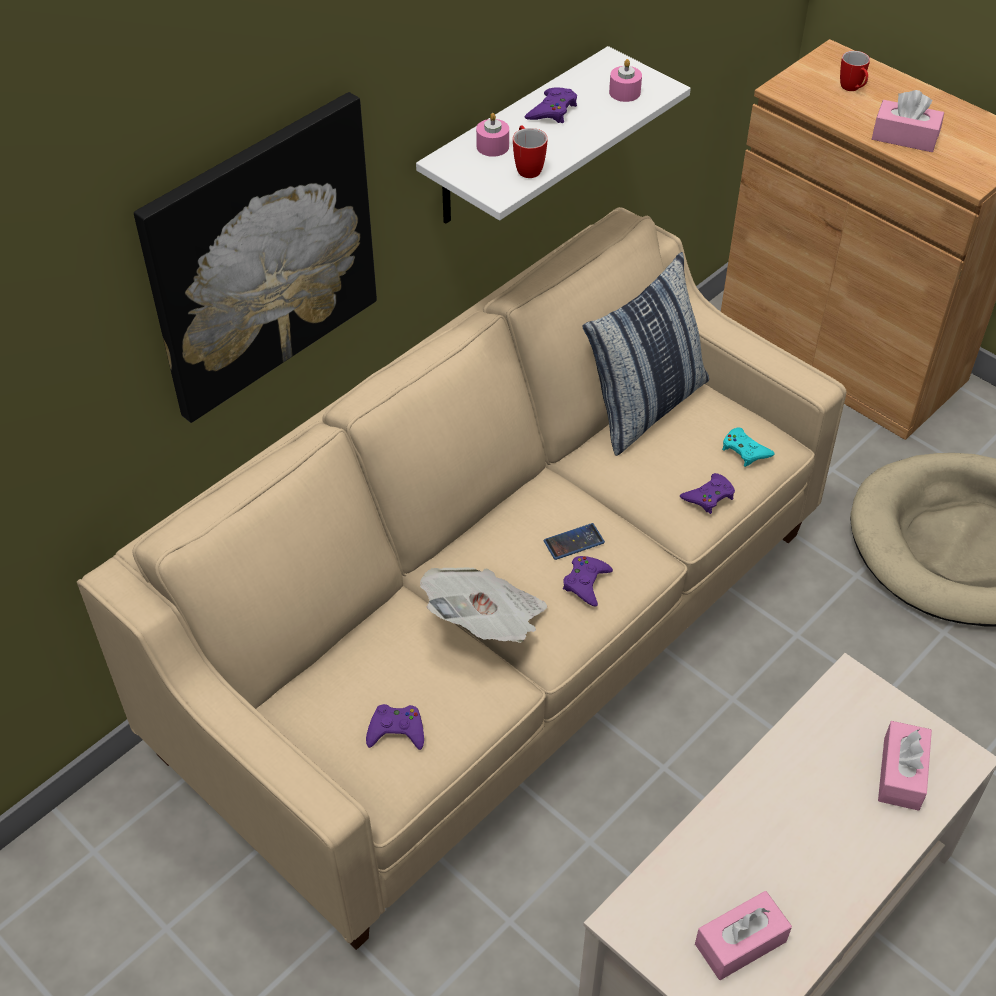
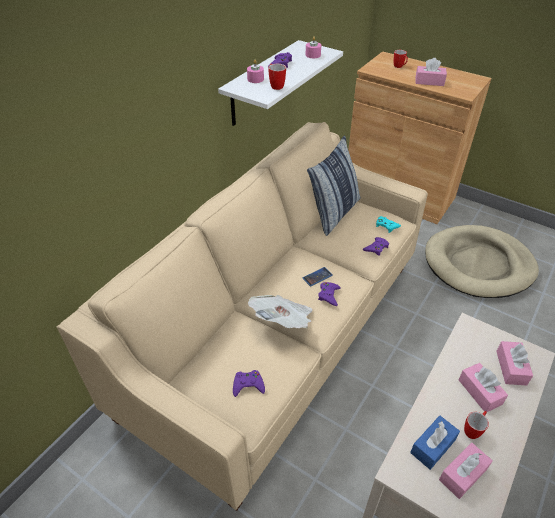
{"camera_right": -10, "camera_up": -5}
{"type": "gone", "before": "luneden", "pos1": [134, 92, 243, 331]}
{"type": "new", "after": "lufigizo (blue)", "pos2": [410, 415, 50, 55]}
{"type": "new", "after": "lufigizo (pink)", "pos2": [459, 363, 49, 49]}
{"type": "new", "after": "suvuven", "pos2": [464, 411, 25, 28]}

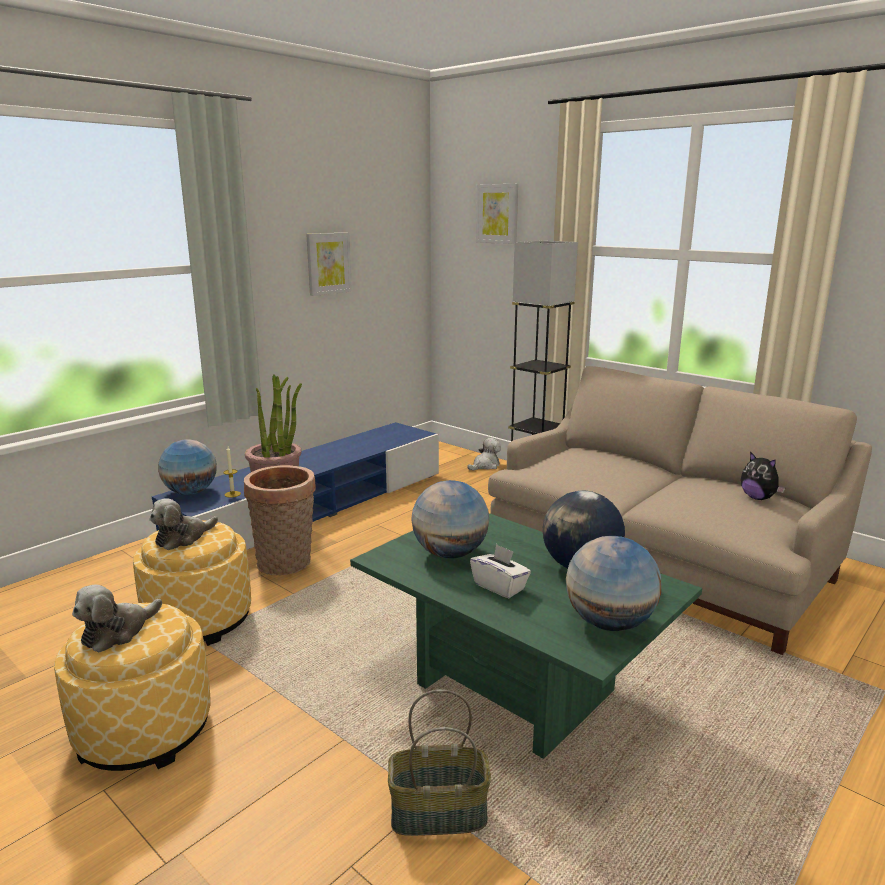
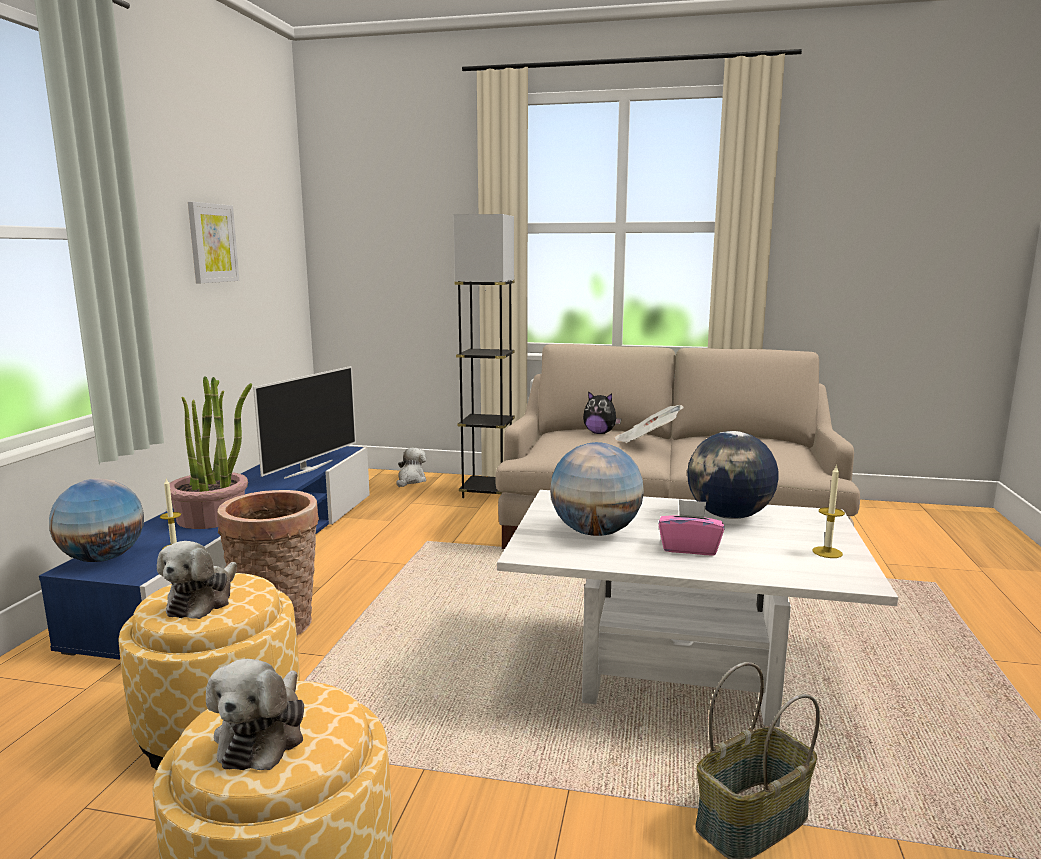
{"camera_right": -30, "camera_up": -5}
{"type": "gone", "before": "luneden", "pos1": [476, 184, 42, 60]}
{"type": "new", "after": "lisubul", "pos2": [253, 366, 103, 113]}
{"type": "new", "after": "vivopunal", "pos2": [615, 405, 69, 38]}
{"type": "shifted", "before": "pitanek", "pos1": [741, 452, 45, 48], "pos2": [583, 391, 39, 43]}
{"type": "swapped", "before": "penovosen", "after": "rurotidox", "pos1": [566, 536, 96, 95], "pos2": [813, 465, 32, 93]}
{"type": "repainted", "before": "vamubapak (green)", "after": "vamubapak (white)", "pos1": [350, 513, 352, 246], "pos2": [497, 490, 401, 237]}
{"type": "repainted", "before": "lufigizo (white)", "after": "lufigizo (pink)", "pos1": [470, 544, 61, 54], "pos2": [658, 499, 66, 56]}

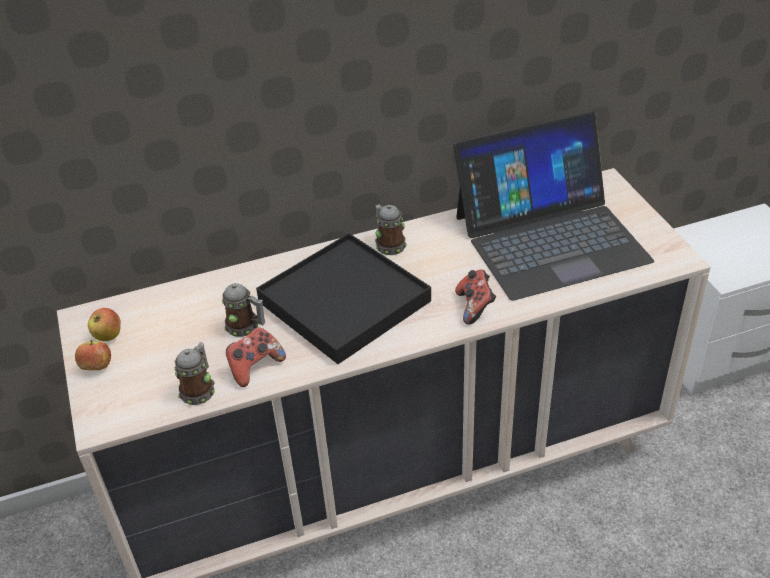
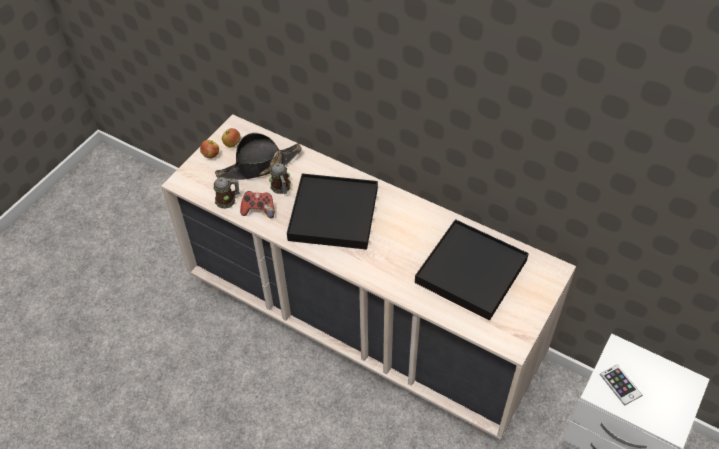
{"camera_right": 50, "camera_up": 10}
{"type": "gone", "before": "suvuven", "pos1": [375, 204, 32, 51]}
{"type": "gone", "before": "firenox", "pos1": [455, 270, 41, 55]}
{"type": "new", "after": "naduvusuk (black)", "pos2": [215, 133, 87, 47]}
{"type": "new", "after": "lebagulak", "pos2": [600, 364, 42, 42]}
{"type": "swapped", "before": "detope", "after": "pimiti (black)", "pos1": [453, 111, 201, 190], "pos2": [415, 219, 114, 101]}

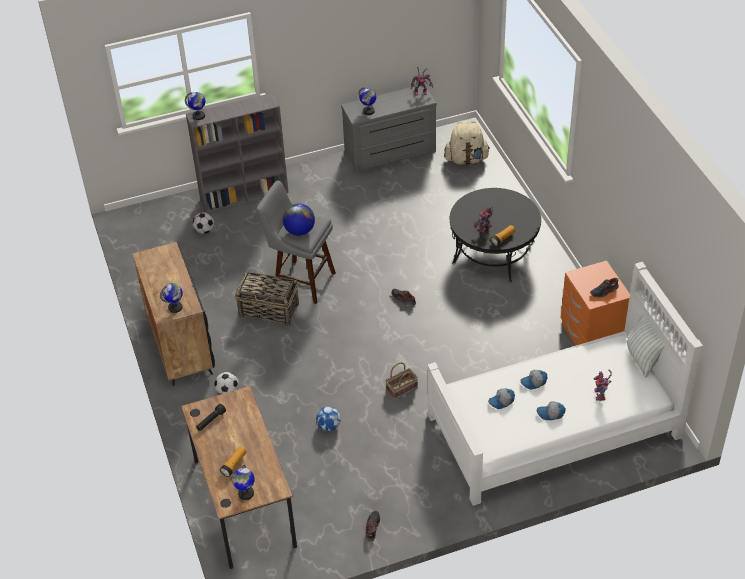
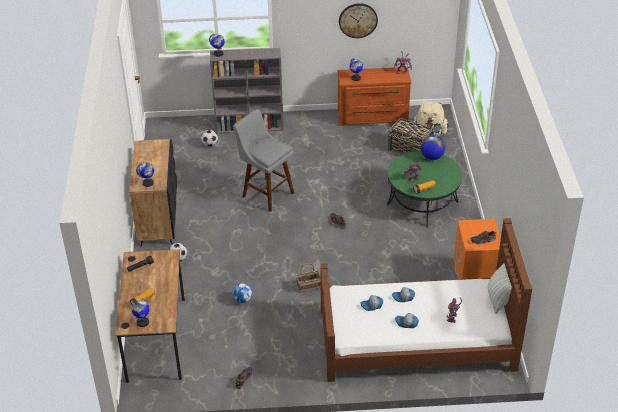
{"camera_right": 15, "camera_up": -5}
{"type": "new", "after": "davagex", "pos2": [339, 3, 39, 35]}
{"type": "shifted", "before": "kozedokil", "pos1": [235, 271, 64, 55], "pos2": [388, 118, 47, 36]}
{"type": "shifted", "before": "penovosen", "pos1": [283, 203, 32, 33], "pos2": [421, 135, 24, 25]}
{"type": "repainted", "before": "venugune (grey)", "after": "venugune (brown)", "pos1": [341, 86, 96, 86], "pos2": [338, 67, 73, 59]}
{"type": "repainted", "before": "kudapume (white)", "after": "kudapume (brown)", "pos1": [427, 262, 276, 244], "pos2": [320, 218, 212, 164]}
{"type": "repainted", "before": "vamubapak (black)", "after": "vamubapak (green)", "pos1": [450, 188, 91, 94], "pos2": [387, 151, 75, 76]}

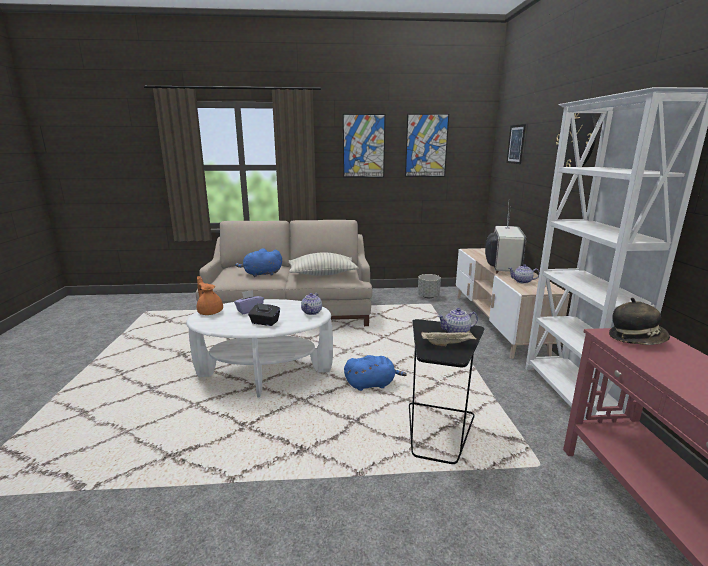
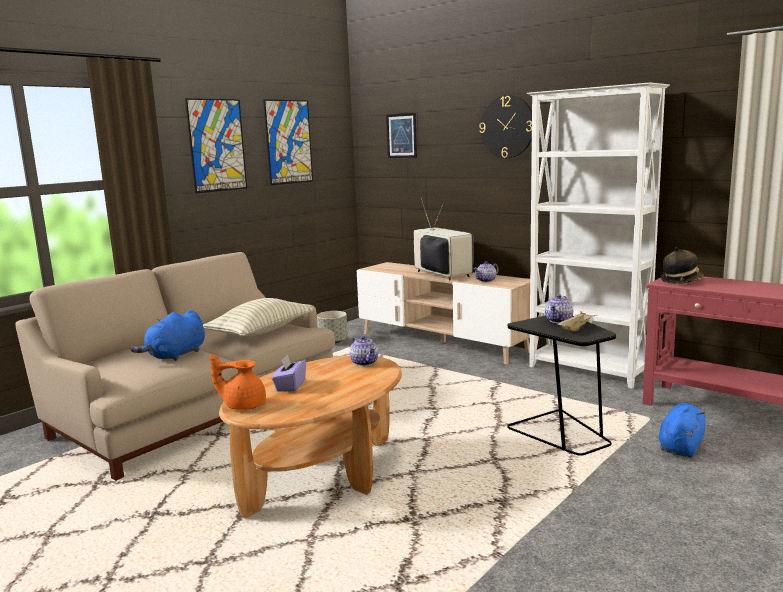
{"camera_right": -45, "camera_up": -5}
{"type": "gone", "before": "lufigizo (black)", "pos1": [248, 303, 32, 23]}
{"type": "shifted", "before": "pitanek (blue)", "pos1": [344, 355, 63, 36], "pos2": [659, 403, 47, 55]}
{"type": "repainted", "before": "vamubapak (white)", "after": "vamubapak (brown)", "pos1": [186, 299, 147, 99], "pos2": [219, 356, 183, 163]}

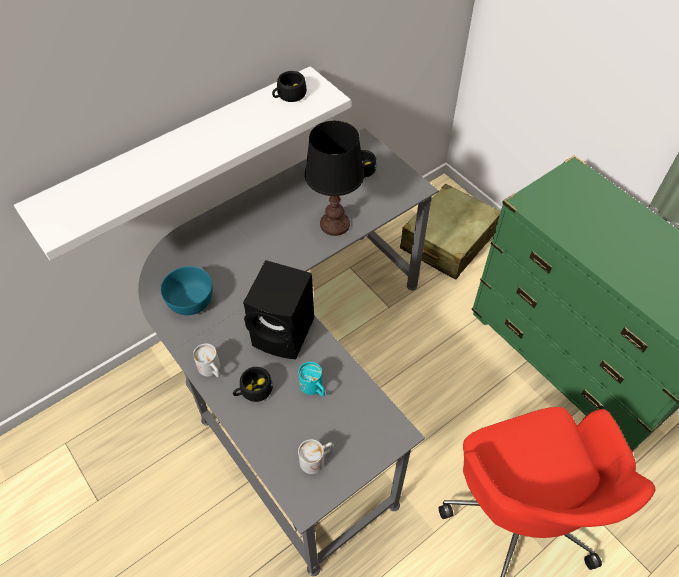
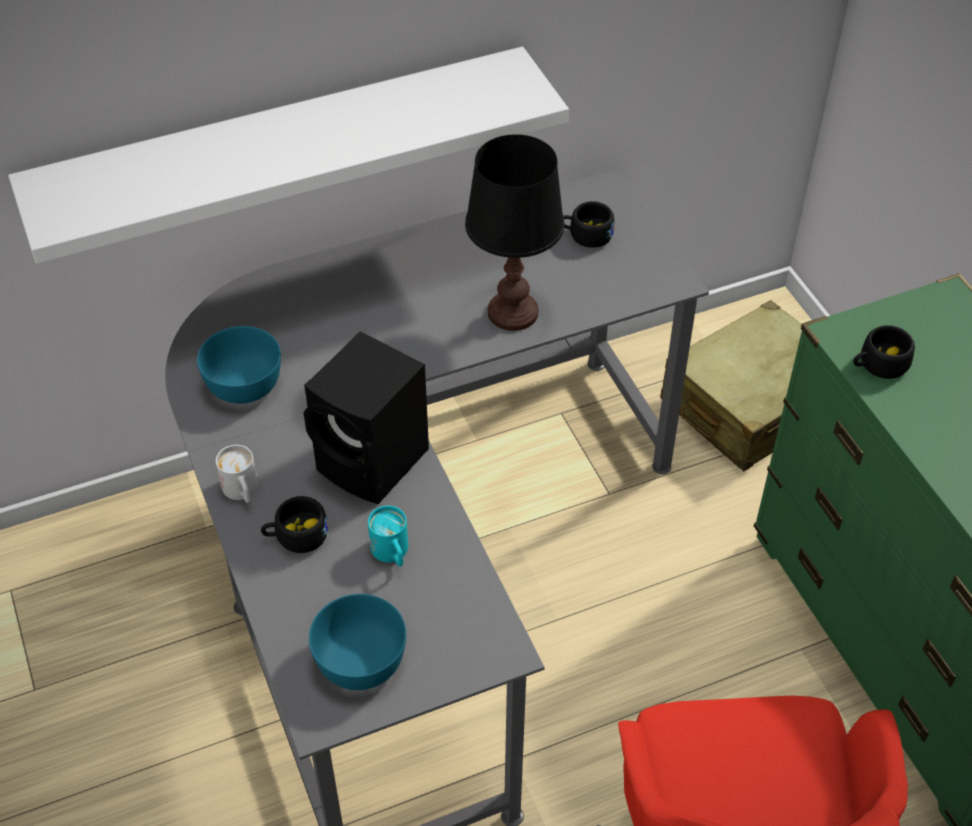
{"camera_right": 15, "camera_up": -5}
{"type": "shifted", "before": "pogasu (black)", "pos1": [272, 71, 35, 31], "pos2": [853, 325, 62, 54]}
{"type": "swapped", "before": "suvuven (white)", "after": "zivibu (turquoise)", "pos1": [298, 439, 35, 35], "pos2": [309, 594, 97, 96]}

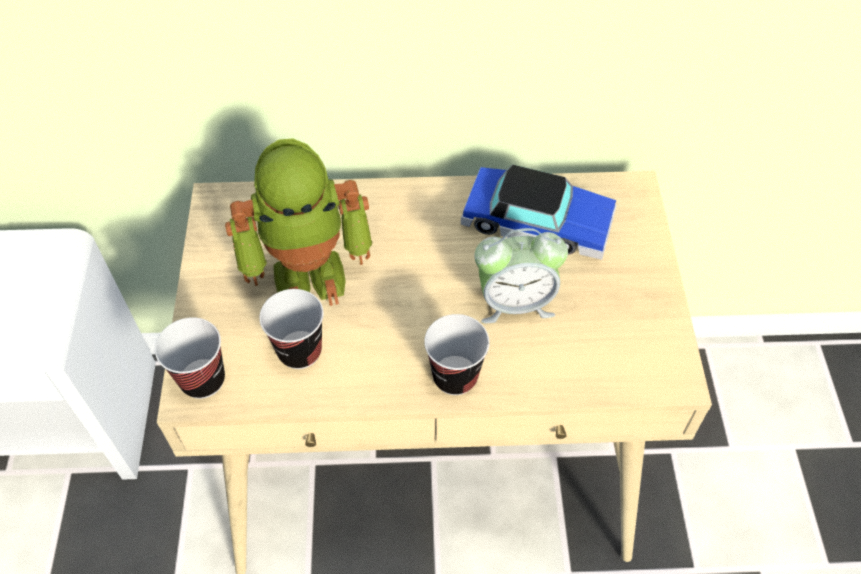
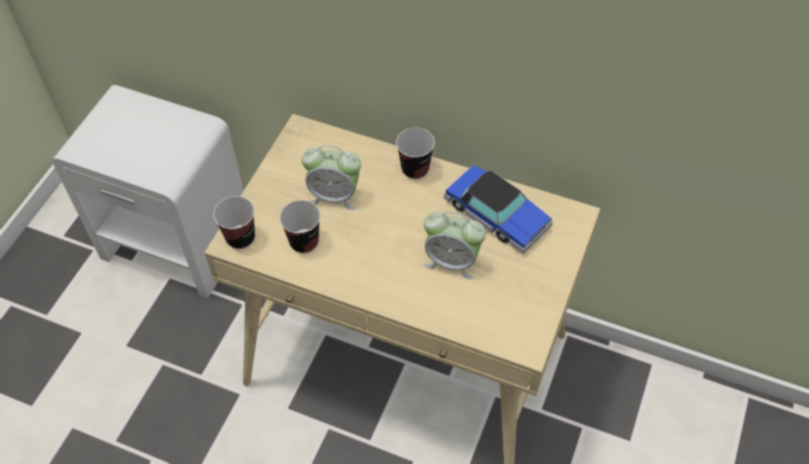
{"camera_right": 25, "camera_up": 0}
{"type": "shifted", "before": "pogasu", "pos1": [424, 314, 66, 81], "pos2": [396, 128, 39, 51]}
{"type": "swapped", "before": "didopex", "after": "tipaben", "pos1": [225, 139, 147, 167], "pos2": [302, 145, 59, 65]}

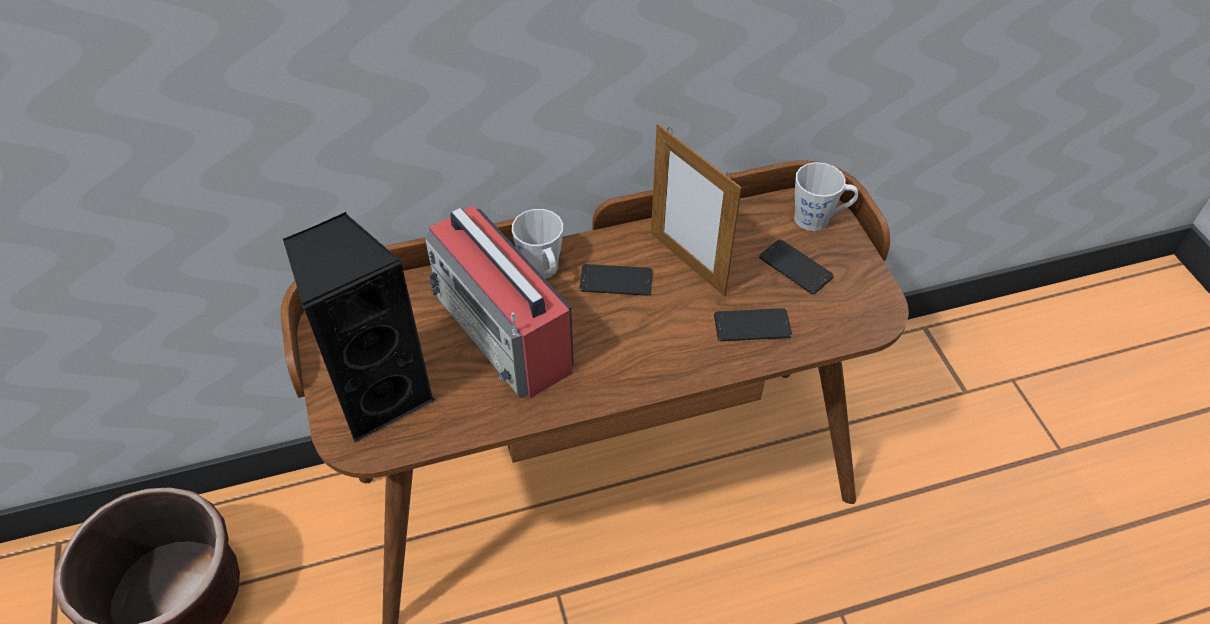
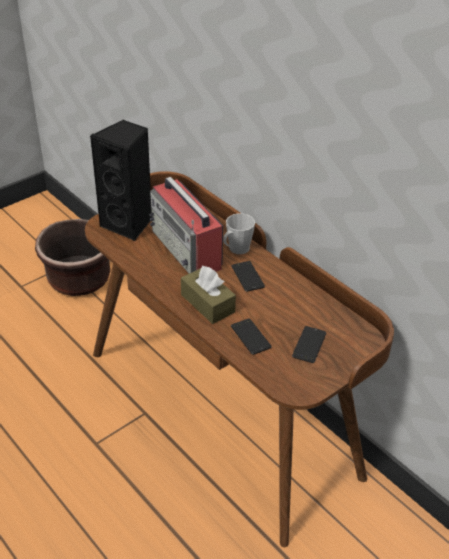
{"camera_right": 65, "camera_up": -10}
{"type": "gone", "before": "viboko", "pos1": [651, 124, 91, 172]}
{"type": "gone", "before": "suvuven (grey)", "pos1": [794, 162, 64, 69]}
{"type": "new", "after": "lufigizo (brown)", "pos2": [181, 266, 55, 58]}
{"type": "rotated", "before": "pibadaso", "pos1": [425, 206, 149, 192], "pos2": [149, 177, 74, 97], "turn": -60}

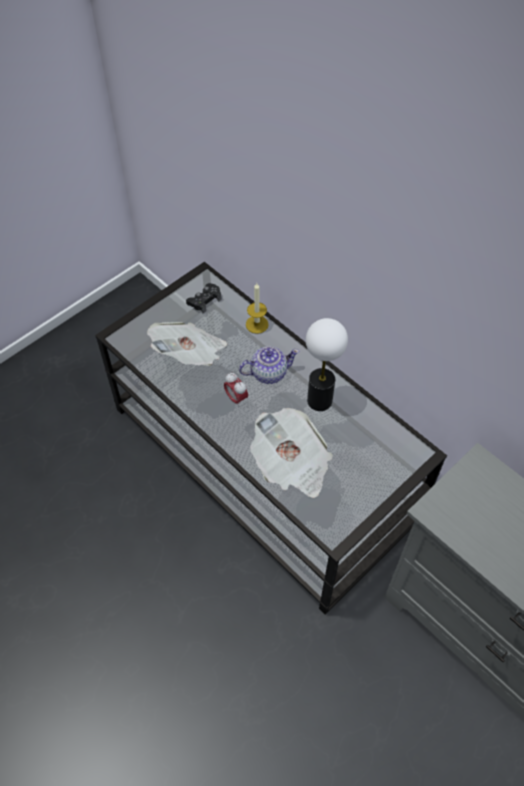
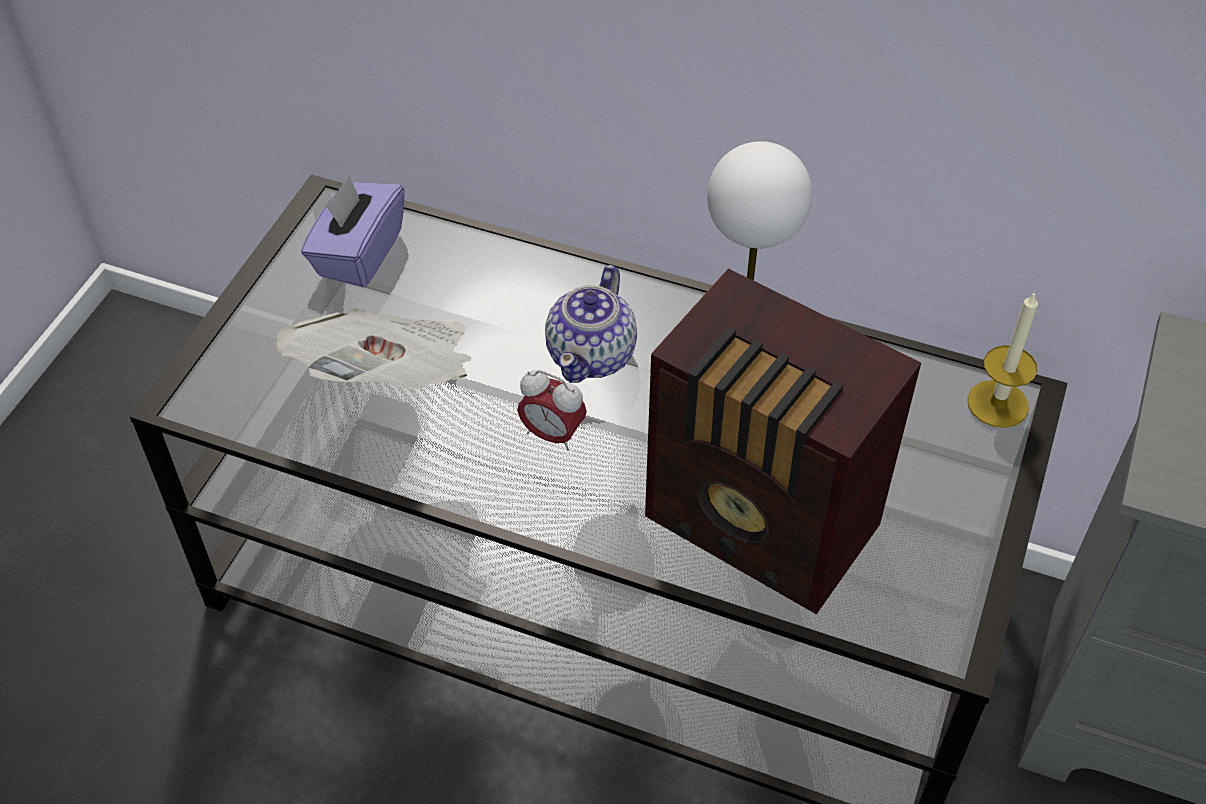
{"camera_right": -25, "camera_up": -5}
{"type": "shifted", "before": "rurotidox", "pos1": [246, 283, 23, 51], "pos2": [968, 292, 70, 136]}
{"type": "swapped", "before": "firenox (black)", "after": "lufigizo (purple)", "pos1": [186, 283, 36, 30], "pos2": [301, 175, 104, 113]}
{"type": "swapped", "before": "vivopunal", "after": "pibadaso", "pos1": [250, 408, 83, 90], "pos2": [645, 268, 276, 346]}
{"type": "rotated", "before": "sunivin", "pos1": [239, 346, 60, 38], "pos2": [545, 265, 92, 118], "turn": 150}

